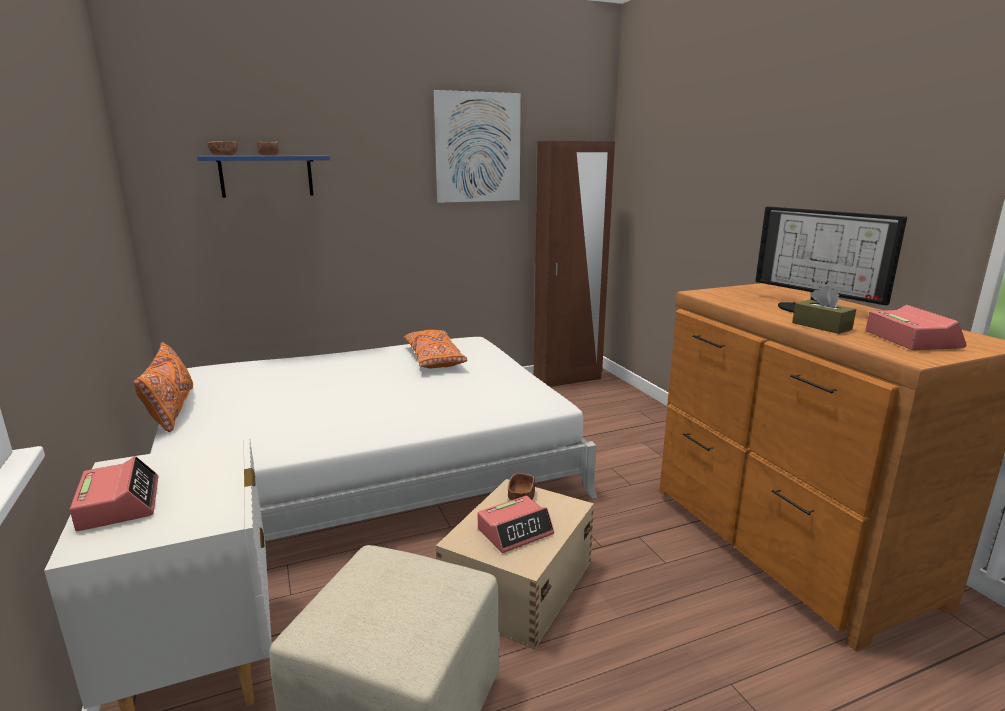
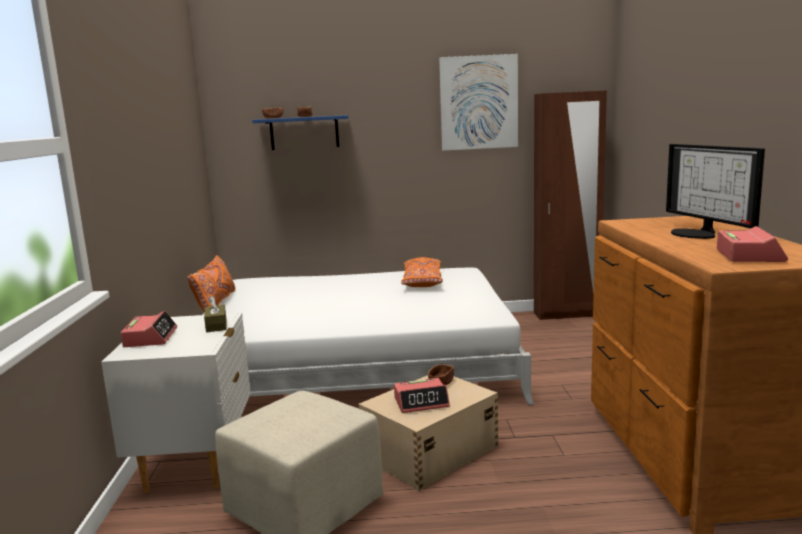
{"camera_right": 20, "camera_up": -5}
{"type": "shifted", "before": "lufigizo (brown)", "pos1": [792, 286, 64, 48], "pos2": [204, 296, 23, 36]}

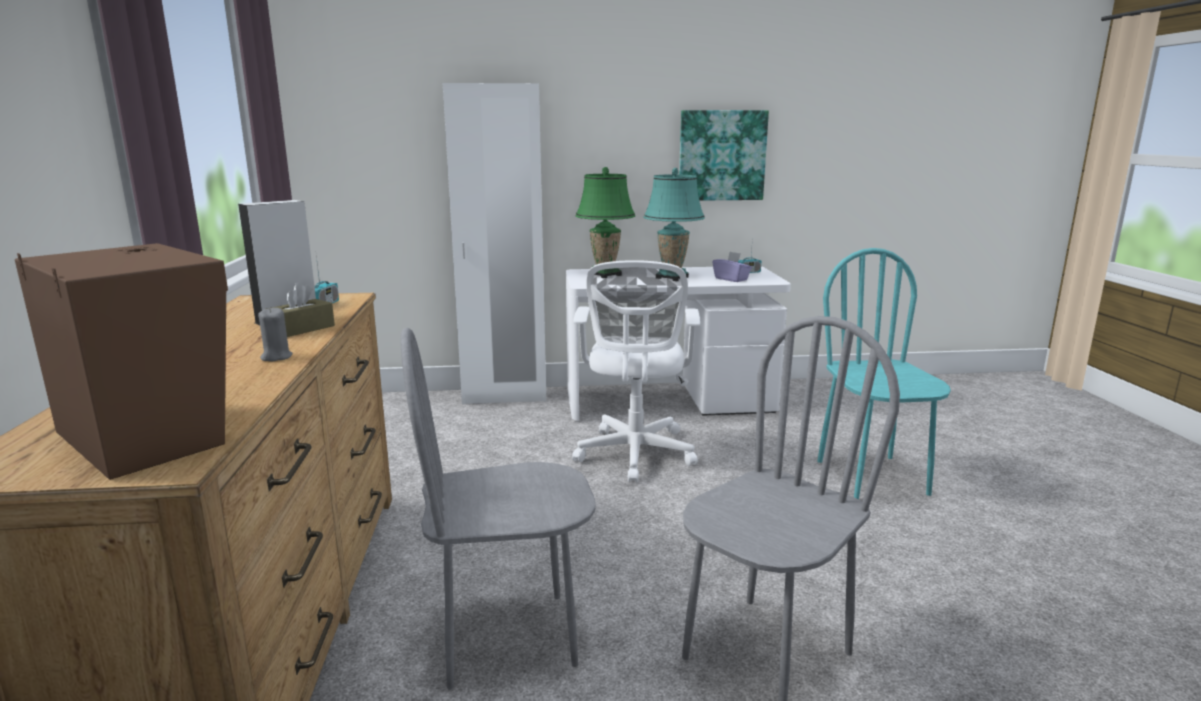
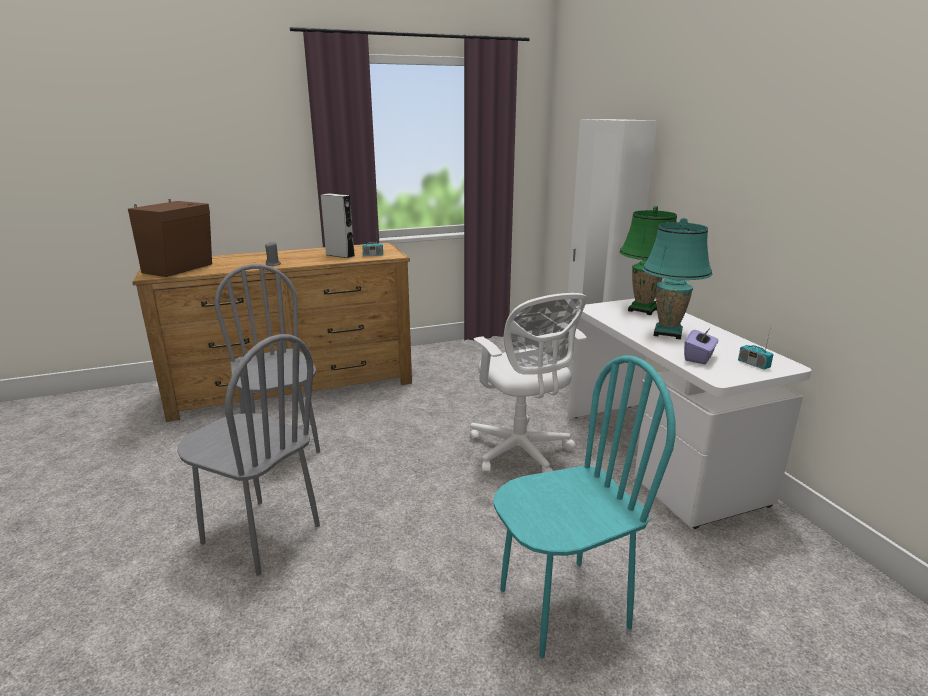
{"camera_right": 75, "camera_up": 5}
{"type": "gone", "before": "lufigizo (brown)", "pos1": [267, 283, 68, 54]}
{"type": "gone", "before": "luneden", "pos1": [679, 110, 90, 91]}
{"type": "rotated", "before": "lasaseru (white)", "pos1": [572, 260, 128, 223], "pos2": [470, 293, 118, 181], "turn": -105}

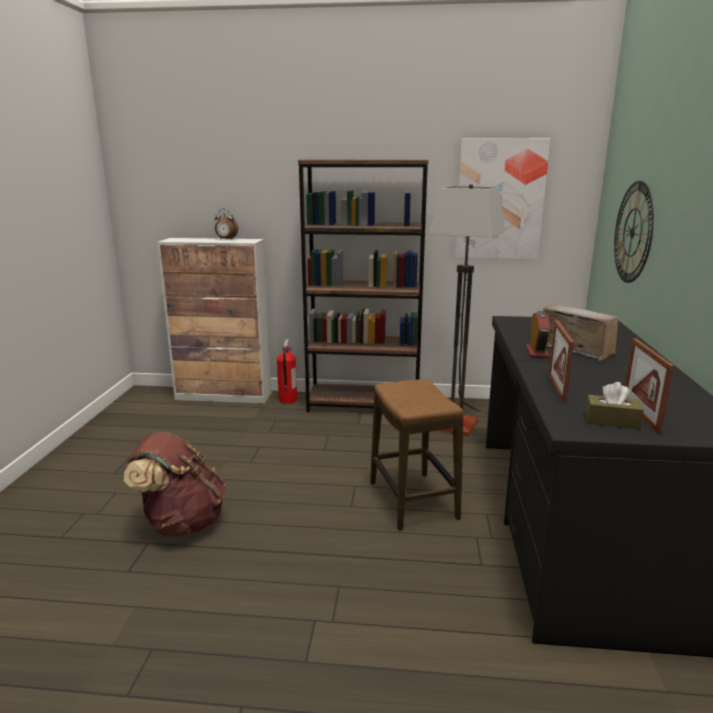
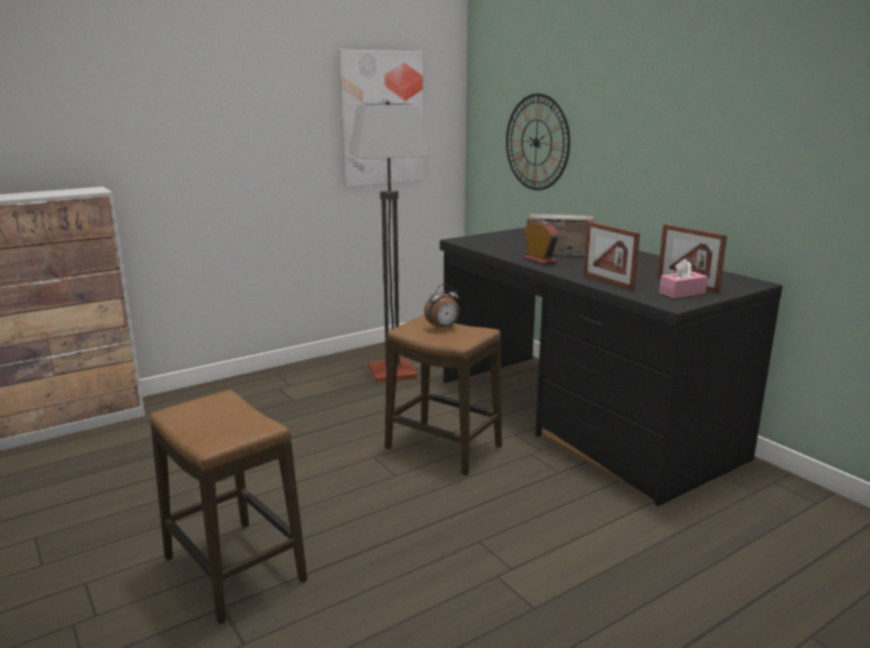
{"camera_right": -40, "camera_up": 0}
{"type": "gone", "before": "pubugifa", "pos1": [277, 339, 20, 65]}
{"type": "gone", "before": "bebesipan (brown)", "pos1": [298, 160, 131, 252]}
{"type": "shifted", "before": "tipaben", "pos1": [215, 209, 23, 31], "pos2": [424, 284, 35, 46]}
{"type": "swapped", "before": "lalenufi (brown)", "after": "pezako", "pos1": [124, 432, 102, 104], "pos2": [150, 390, 157, 234]}
{"type": "repainted", "before": "lufigizo (brown)", "after": "lufigizo (pink)", "pos1": [585, 382, 59, 47], "pos2": [659, 259, 49, 39]}

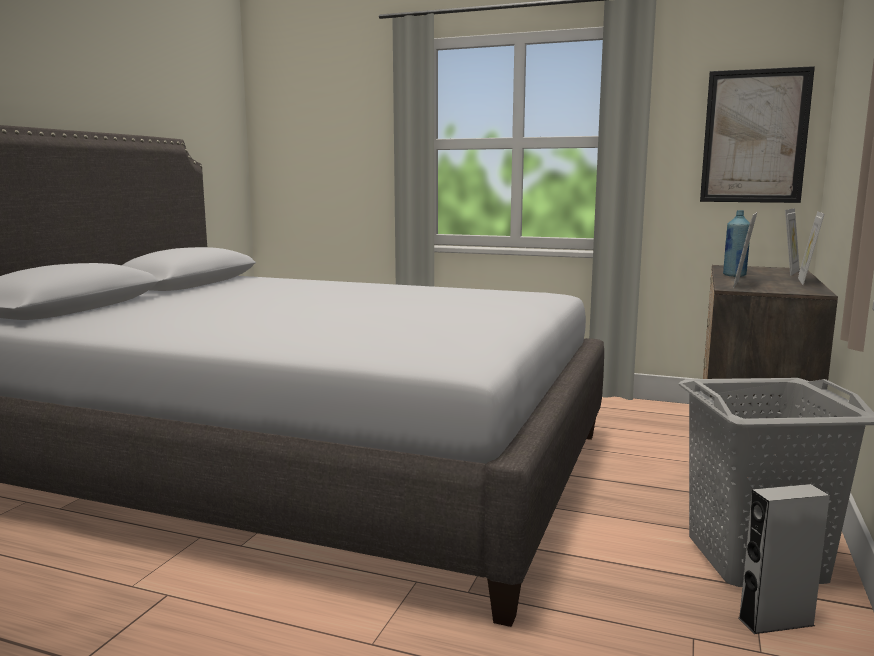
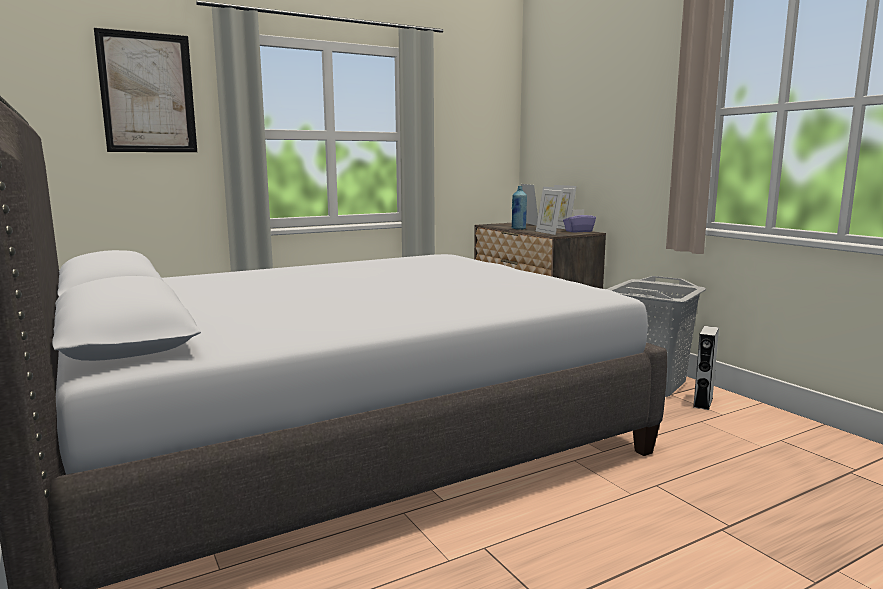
{"camera_right": -50, "camera_up": 0}
{"type": "new", "after": "lufigizo (purple)", "pos2": [563, 209, 33, 23]}
{"type": "shifted", "before": "luneden", "pos1": [700, 66, 115, 137], "pos2": [94, 28, 103, 124]}

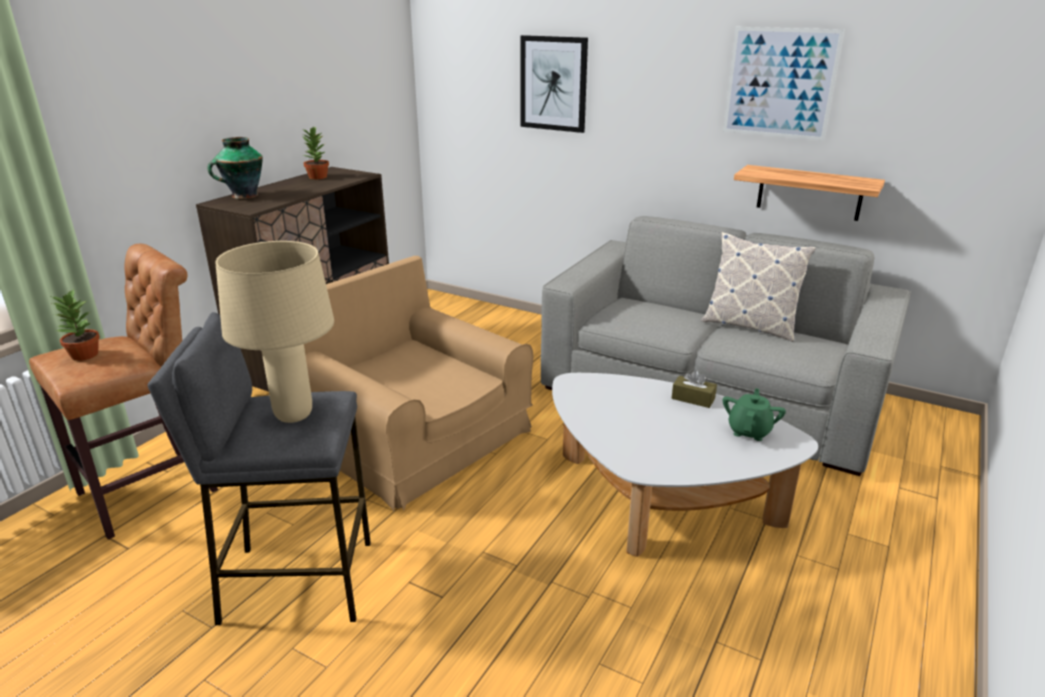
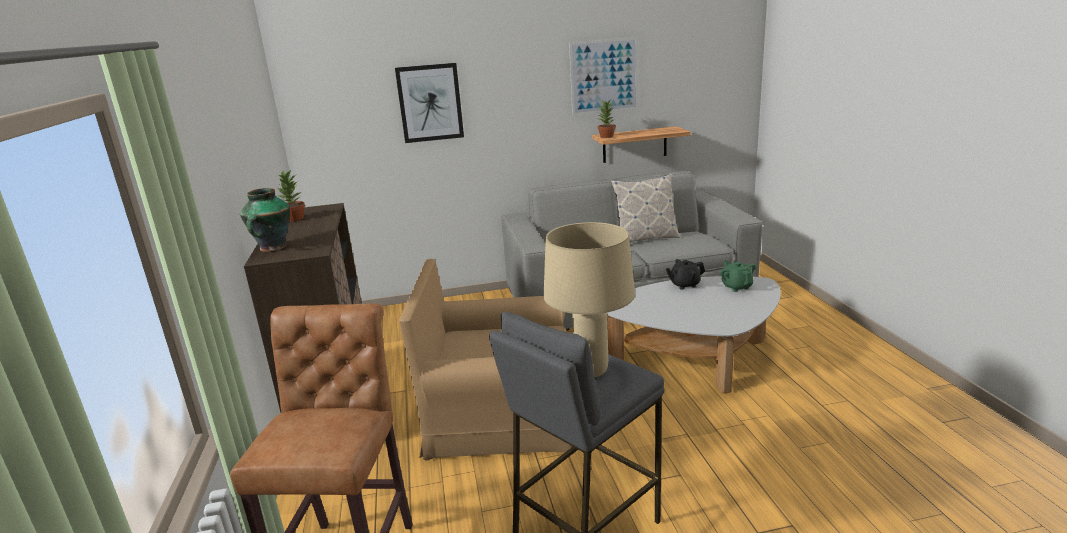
{"camera_right": -40, "camera_up": -5}
{"type": "shifted", "before": "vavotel", "pos1": [52, 289, 48, 72], "pos2": [598, 100, 18, 38]}
{"type": "swapped", "before": "lufigizo (brown)", "after": "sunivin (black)", "pos1": [672, 370, 45, 38], "pos2": [666, 259, 39, 31]}

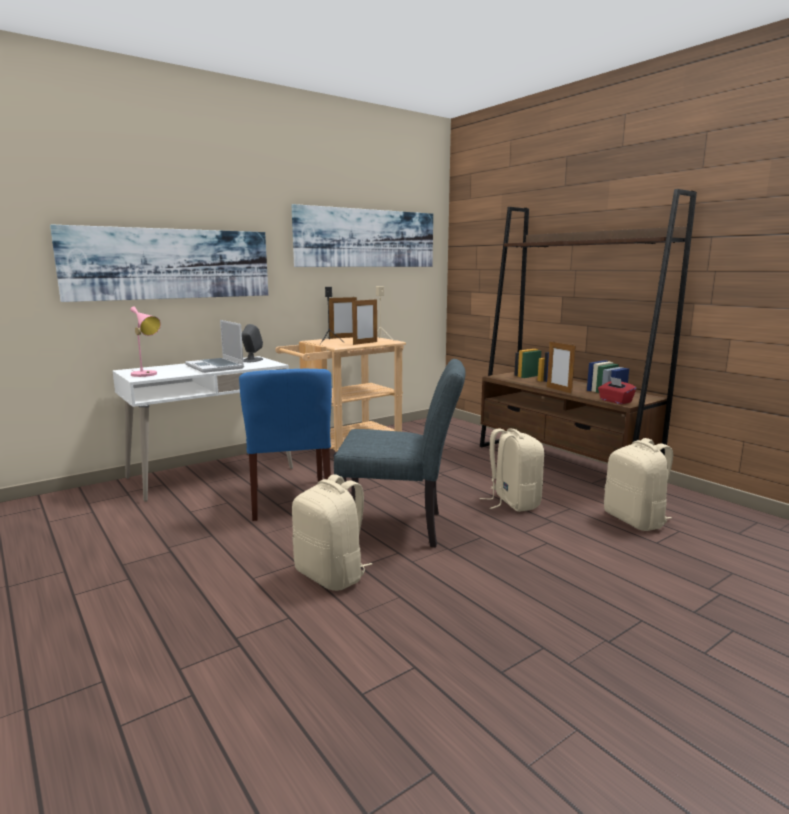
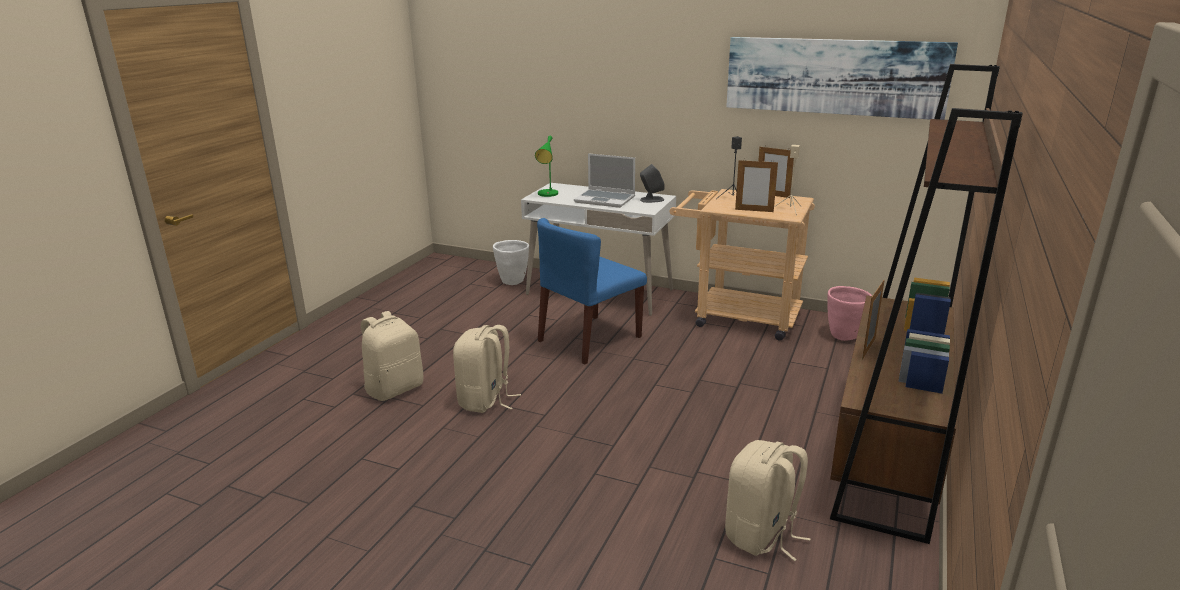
{"camera_right": 60, "camera_up": 10}
{"type": "gone", "before": "luneden", "pos1": [50, 224, 218, 78]}
{"type": "gone", "before": "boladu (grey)", "pos1": [334, 359, 132, 188]}
{"type": "gone", "before": "lufigizo (red)", "pos1": [598, 377, 38, 27]}
{"type": "new", "after": "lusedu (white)", "pos2": [493, 240, 36, 45]}
{"type": "new", "after": "lusedu (pink)", "pos2": [827, 286, 45, 55]}
{"type": "shifted", "before": "lalenufi (beige)", "pos1": [480, 428, 64, 84], "pos2": [361, 311, 62, 90]}
{"type": "repainted", "before": "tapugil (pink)", "after": "tapugil (green)", "pos1": [130, 307, 31, 70], "pos2": [535, 136, 23, 61]}
{"type": "rotated", "before": "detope", "pos1": [185, 320, 59, 53], "pos2": [574, 153, 61, 55], "turn": -90}

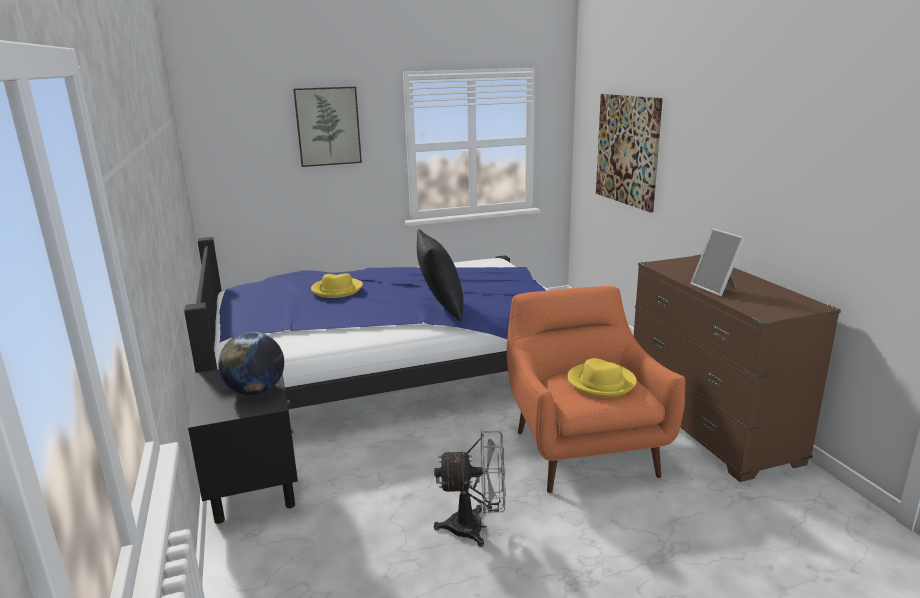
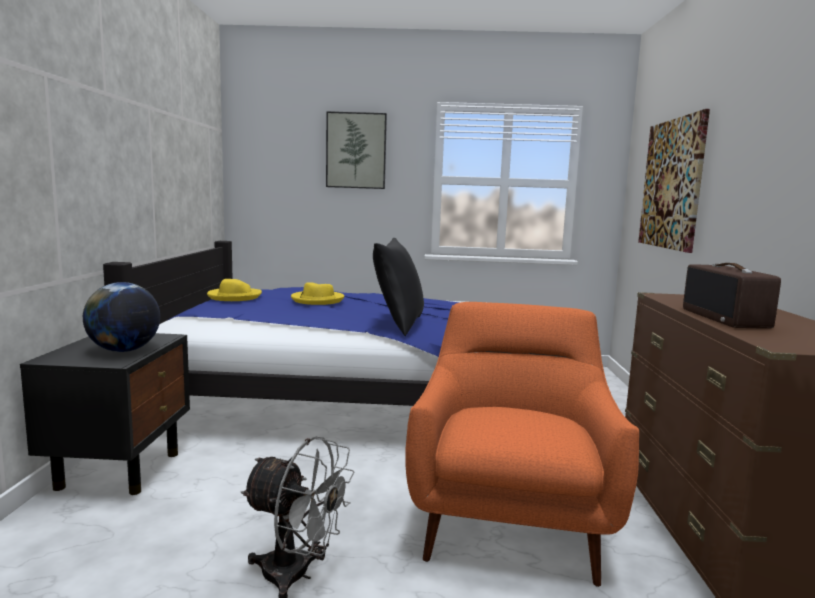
{"camera_right": 20, "camera_up": -10}
{"type": "shifted", "before": "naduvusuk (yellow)", "pos1": [567, 358, 70, 39], "pos2": [207, 279, 55, 22]}
{"type": "swapped", "before": "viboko", "after": "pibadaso", "pos1": [690, 228, 55, 68], "pos2": [683, 263, 98, 66]}

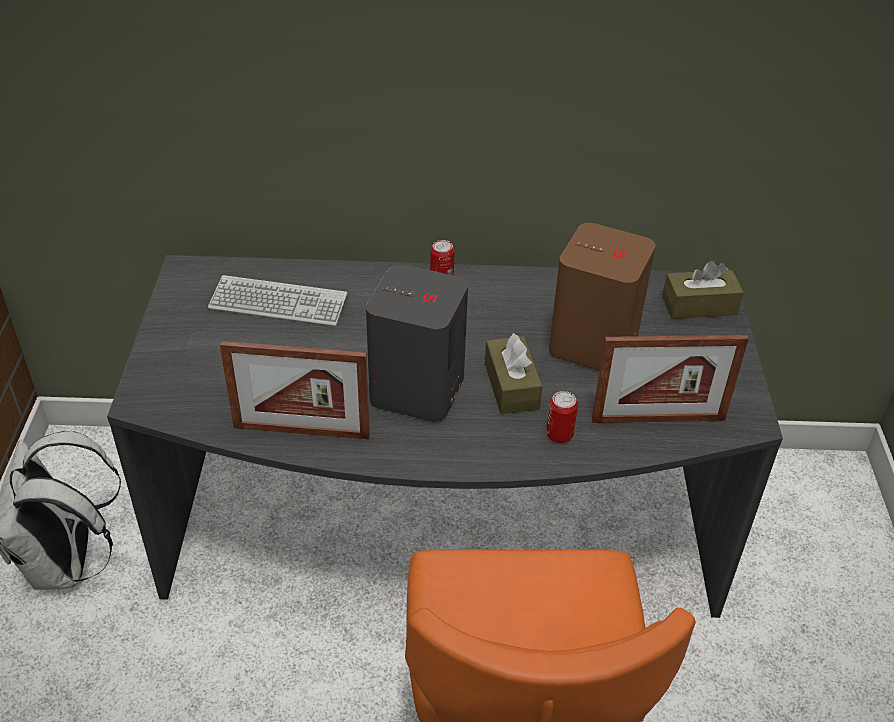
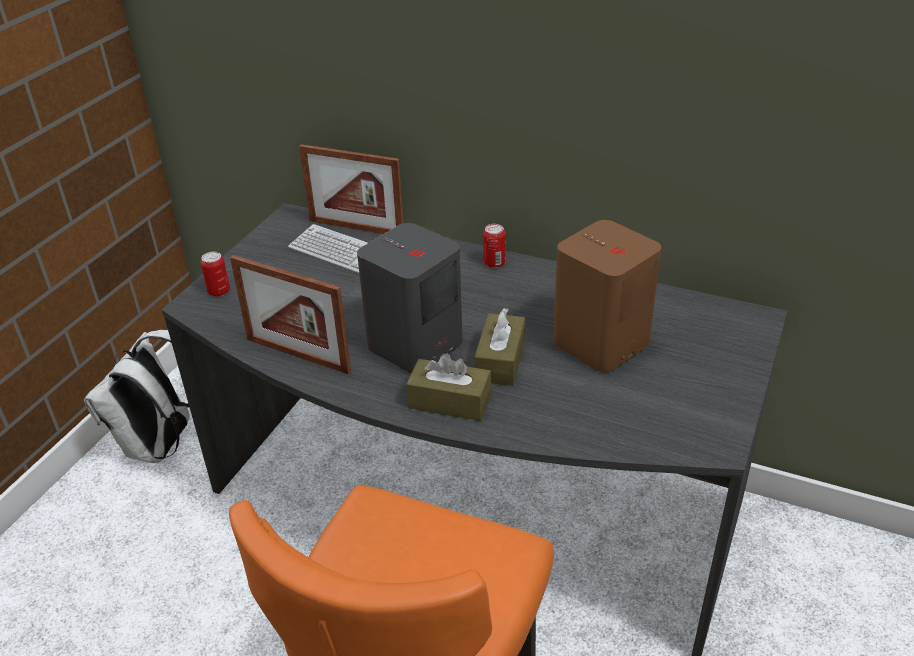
{"camera_right": 25, "camera_up": -5}
{"type": "shifted", "before": "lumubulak", "pos1": [546, 391, 32, 52], "pos2": [201, 252, 29, 45]}
{"type": "shifted", "before": "viboko", "pos1": [592, 335, 156, 88], "pos2": [299, 144, 105, 90]}
{"type": "shifted", "before": "lufigizo (brown)", "pos1": [662, 261, 82, 58], "pos2": [406, 353, 85, 68]}

